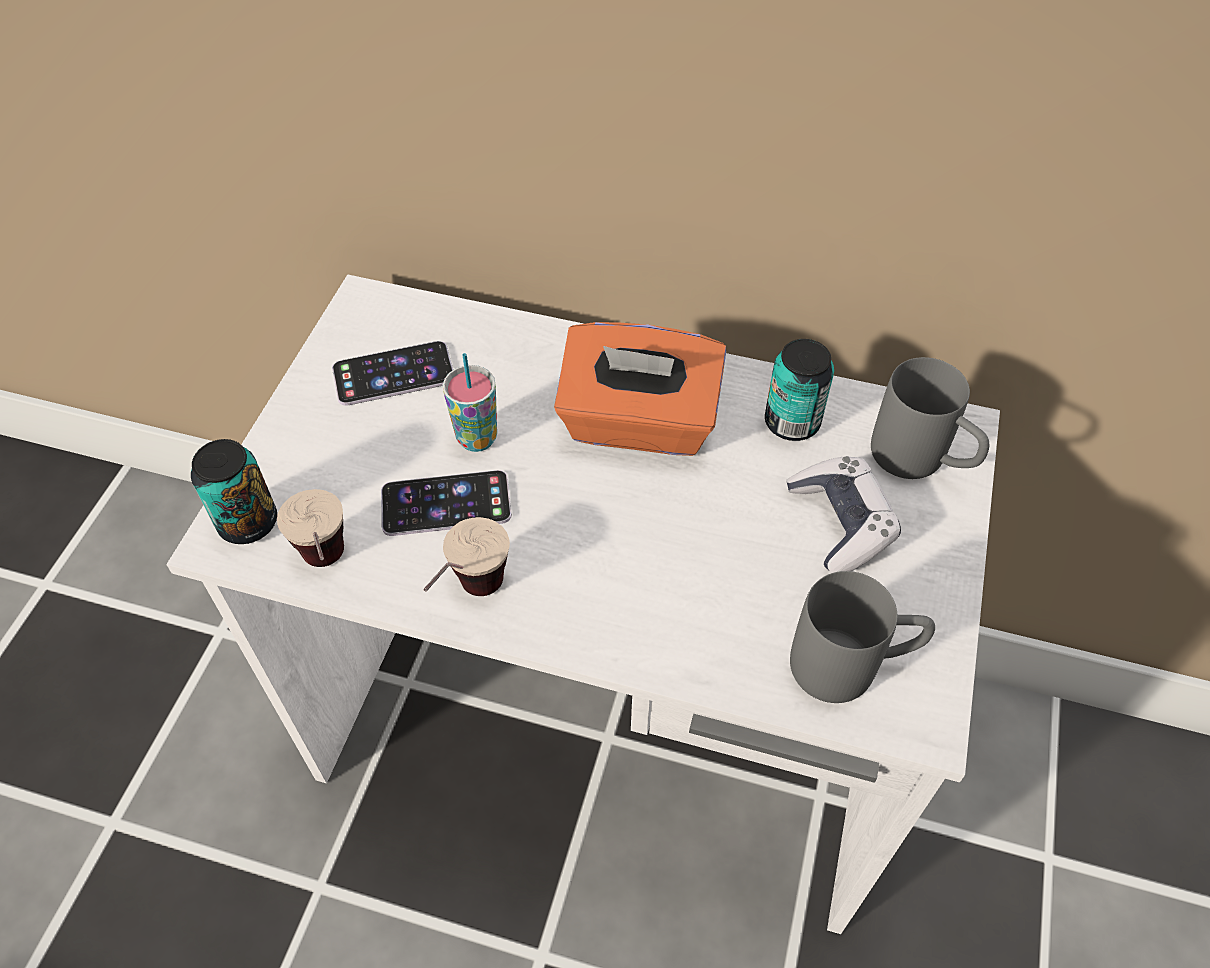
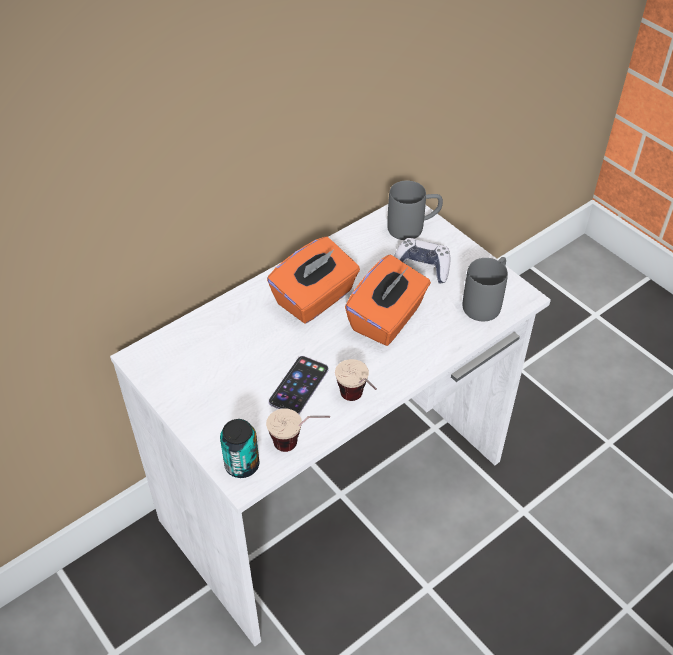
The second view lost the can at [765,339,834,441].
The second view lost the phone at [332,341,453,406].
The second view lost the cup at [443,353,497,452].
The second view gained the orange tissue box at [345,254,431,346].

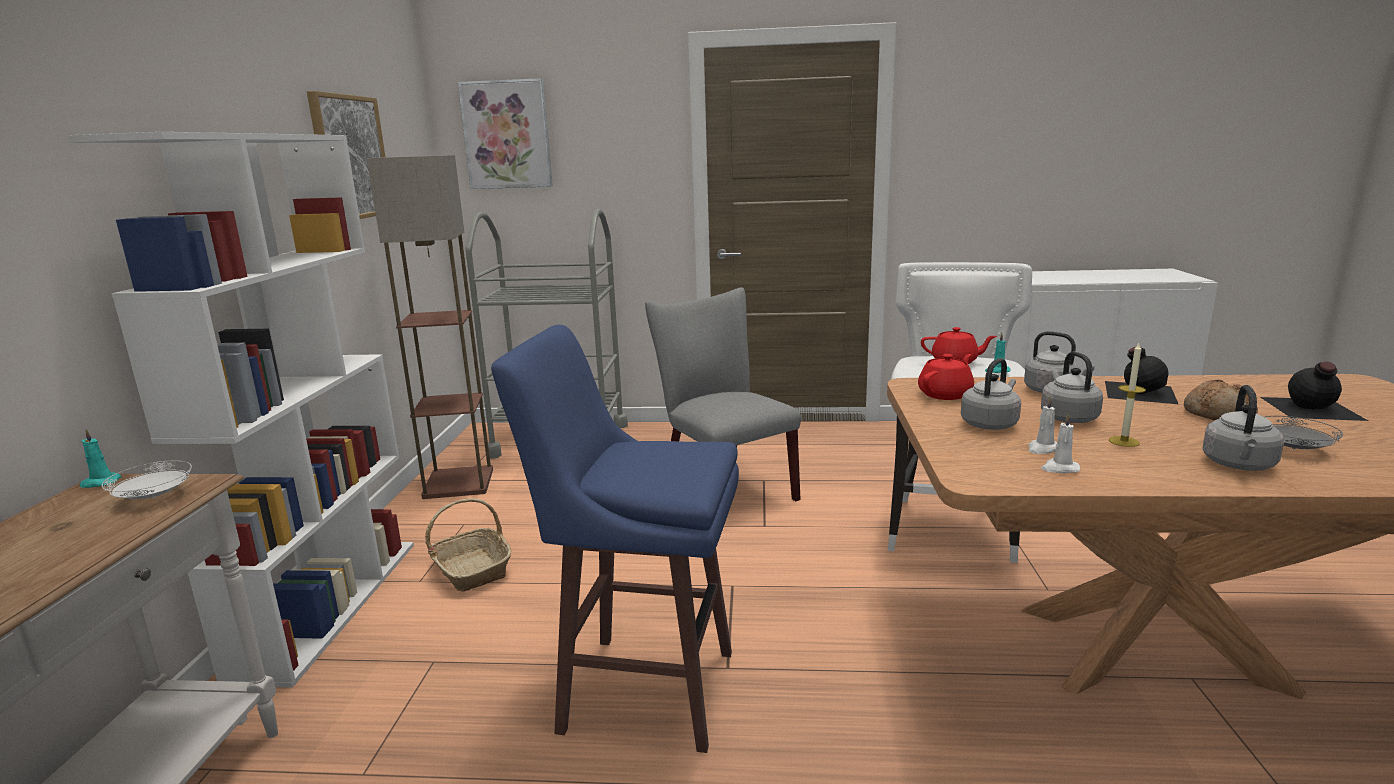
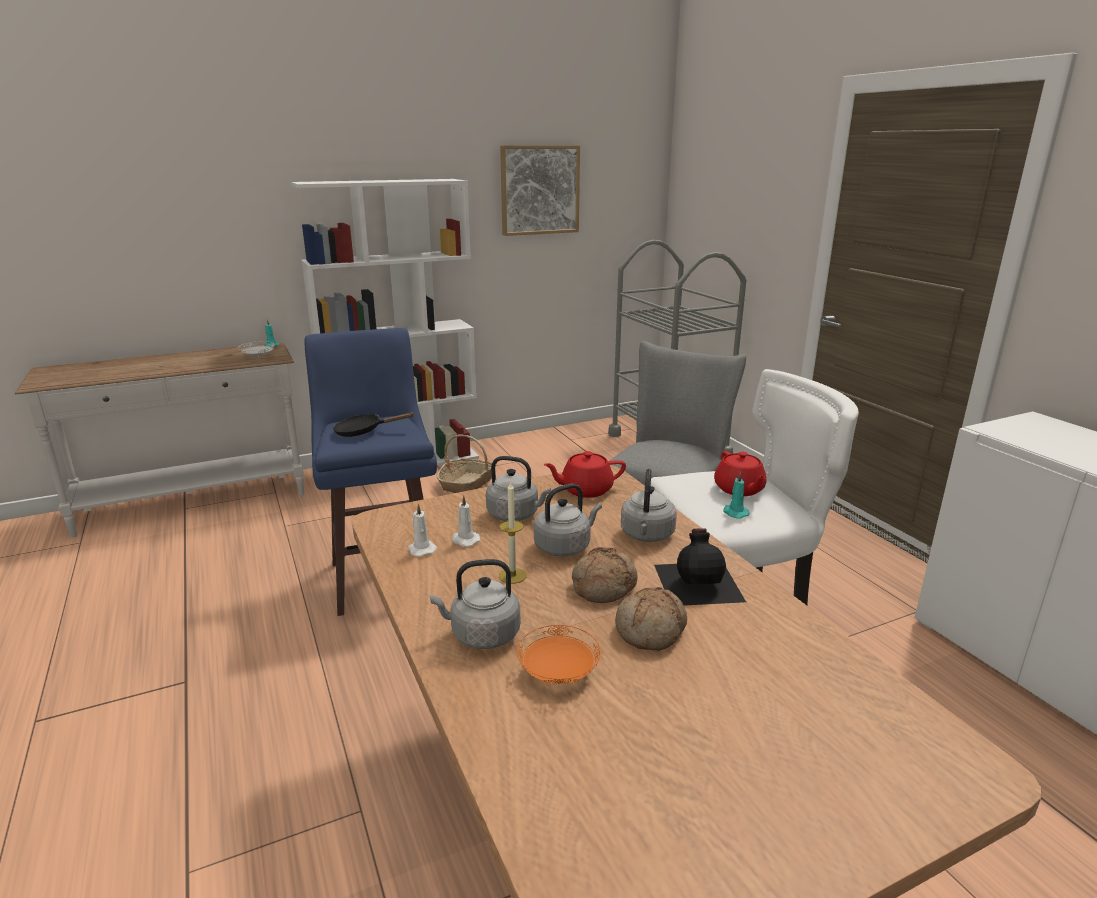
The second view lost the picture at [458,78,553,189].
The second view lost the floor lamp at [367,155,493,499].
The red teapot at [918,354,974,400] ended up facing another way, 150 degrees clockwise from before.
The second view lost the black bottle at [1260,362,1368,421].
What was the grey plate at [1265,416,1343,449] turned into the orange plate at [517,625,601,684].
The second view gained the black frying pan at [333,412,415,437].
The second view gained the bread at [572,547,638,603].

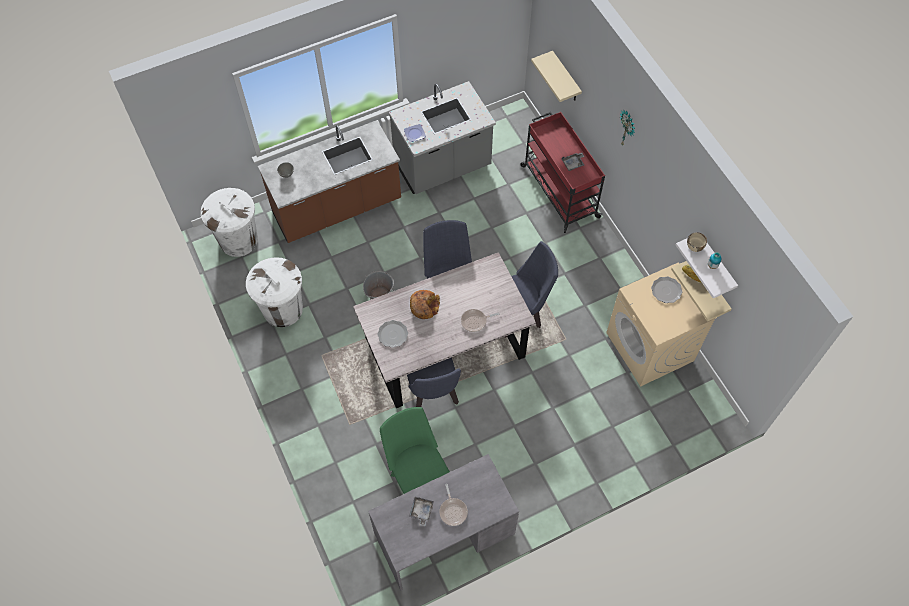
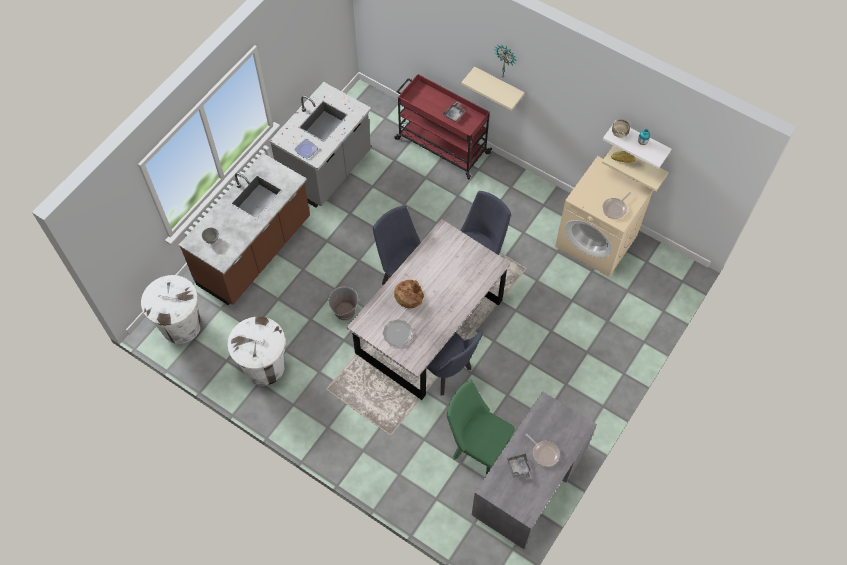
The beige shelf ended up elsewhere, having gone from [531,51,582,102] to [461,67,525,111].
The second view lost the plate at [651,276,682,303].
The frying pan ended up elsewhere, having gone from [461,309,500,332] to [602,192,631,219].

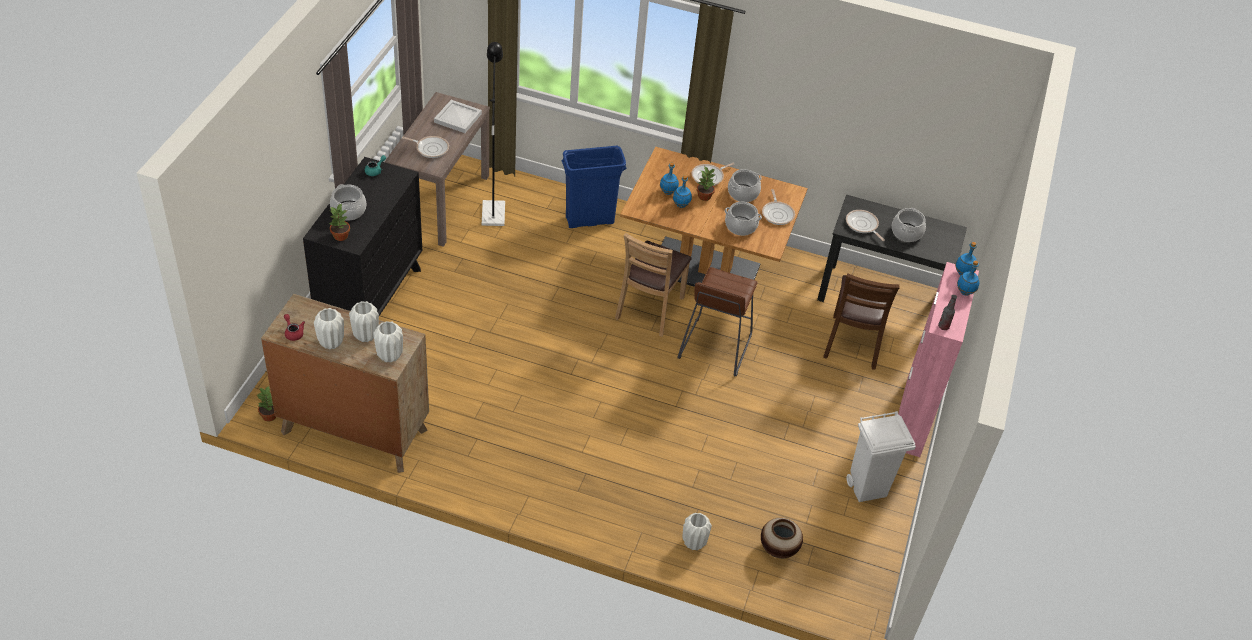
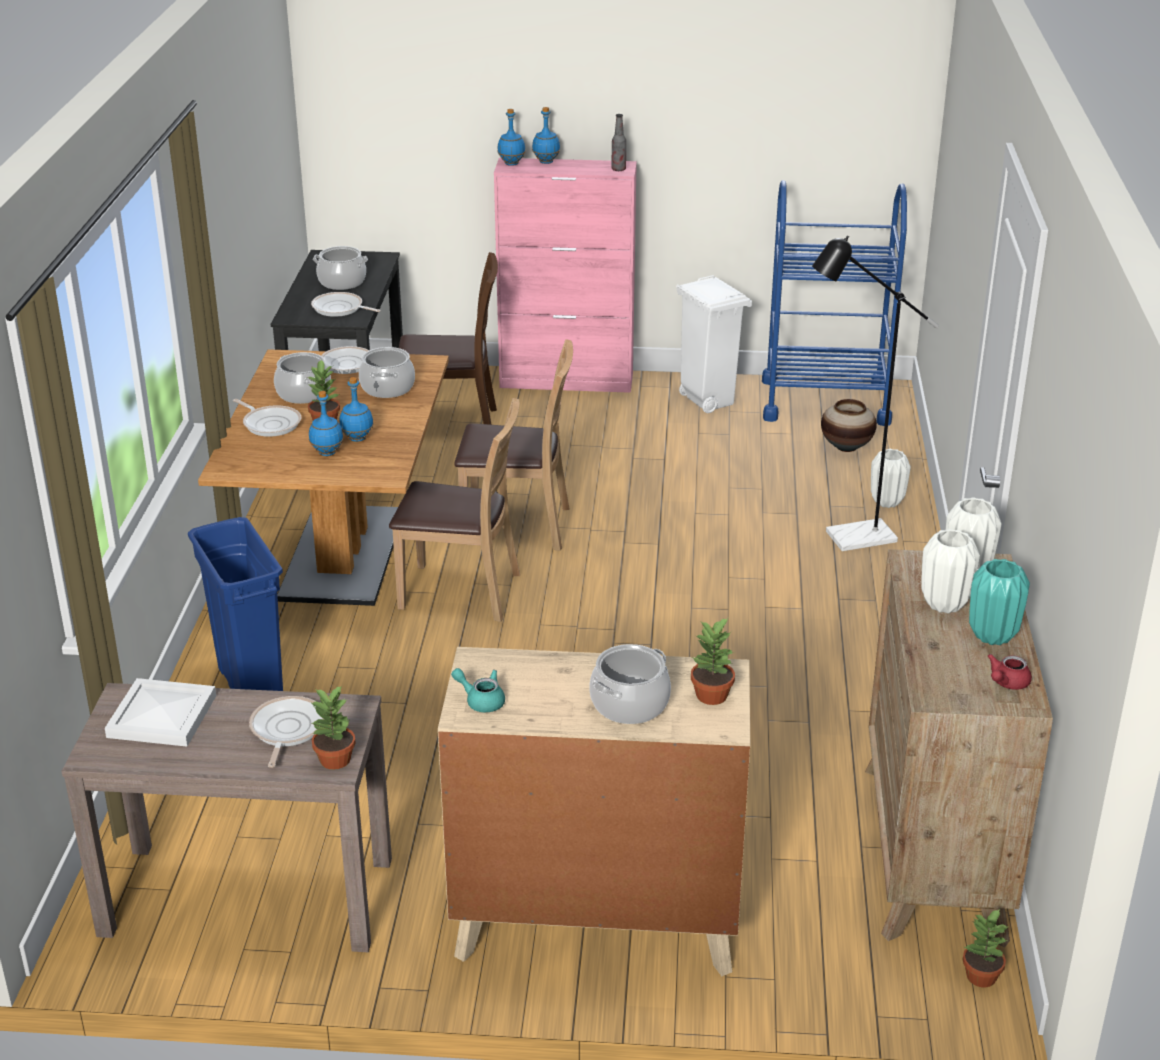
The black floor lamp ended up elsewhere, having gone from [482,42,505,226] to [812,236,939,551].
What was the black dresser at [303,157,422,316] turned into the beige dresser at [438,647,750,976].
The frying pan at [846,210,885,241] ended up facing another way, 75 degrees clockwise from before.
Where the brown stool stood at [677,267,758,376], the brown chair came to stand at [454,339,573,551].
What was the white vase at [314,308,344,349] turned into the turquoise vase at [969,559,1030,645].
The second view gained the blue cart at [762,180,907,426].
The second view gained the potted plant at [310,685,356,770].

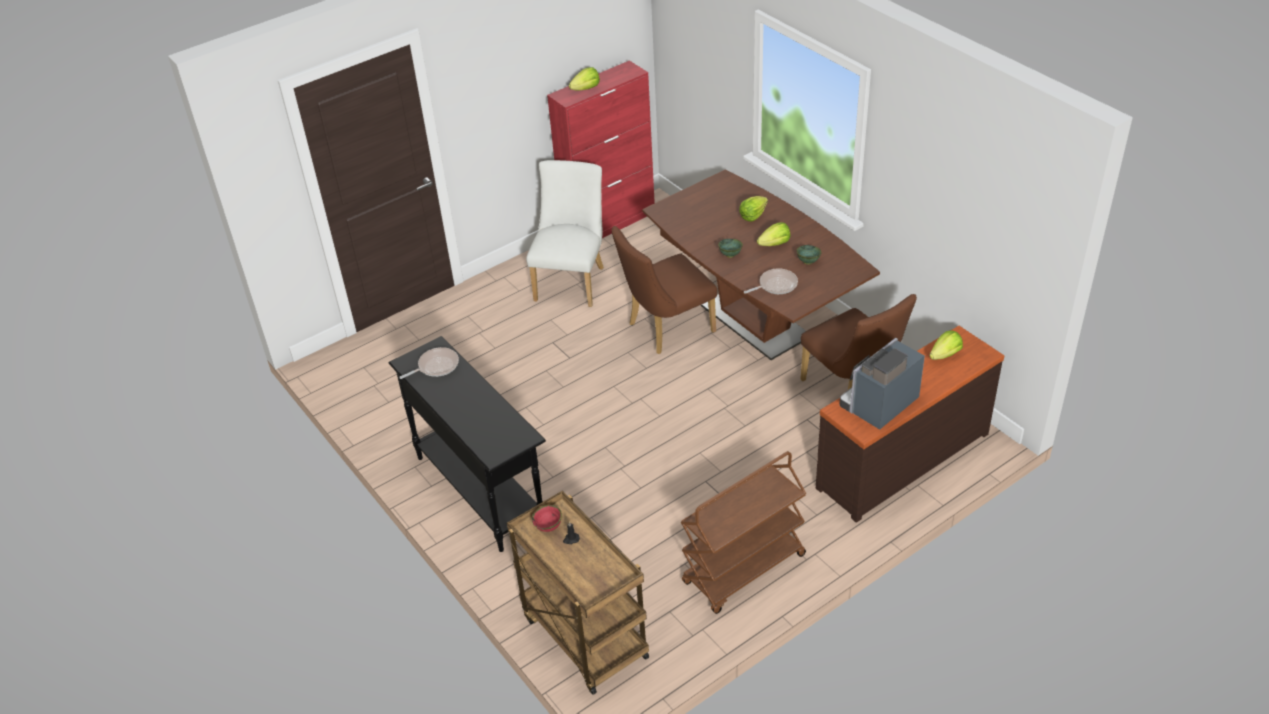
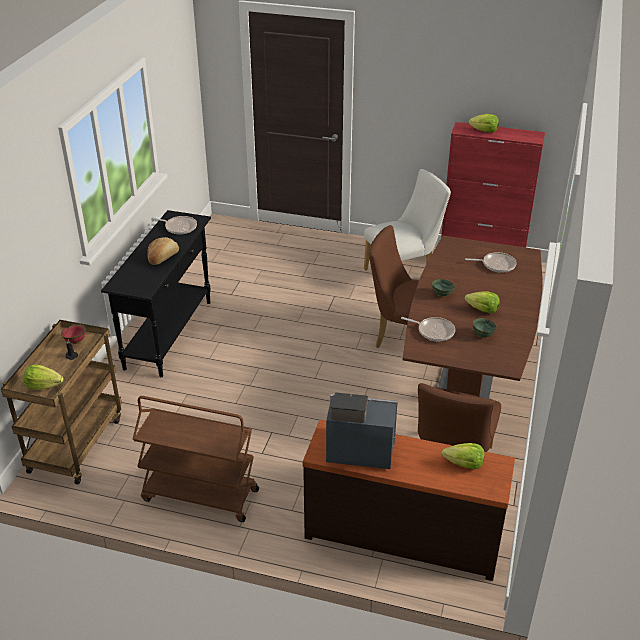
The lettuce ended up elsewhere, having gone from [739,196,768,222] to [23,364,64,390].
The second view gained the bread at [147,237,179,265].
The second view gained the frying pan at [465,252,517,273].

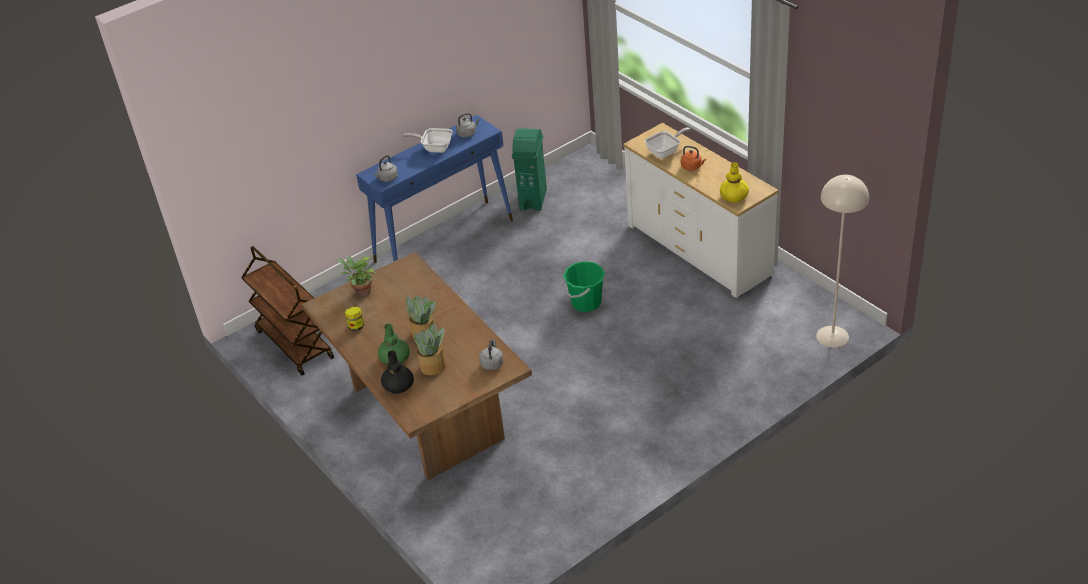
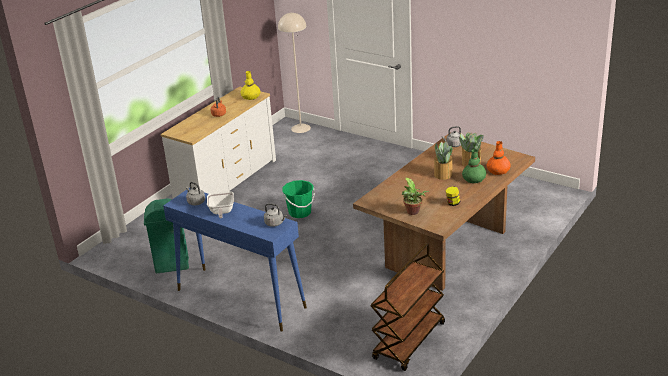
The second view lost the frying pan at [644,127,691,159].
What was the black vase at [381,351,414,394] turned into the orange vase at [486,141,511,175].

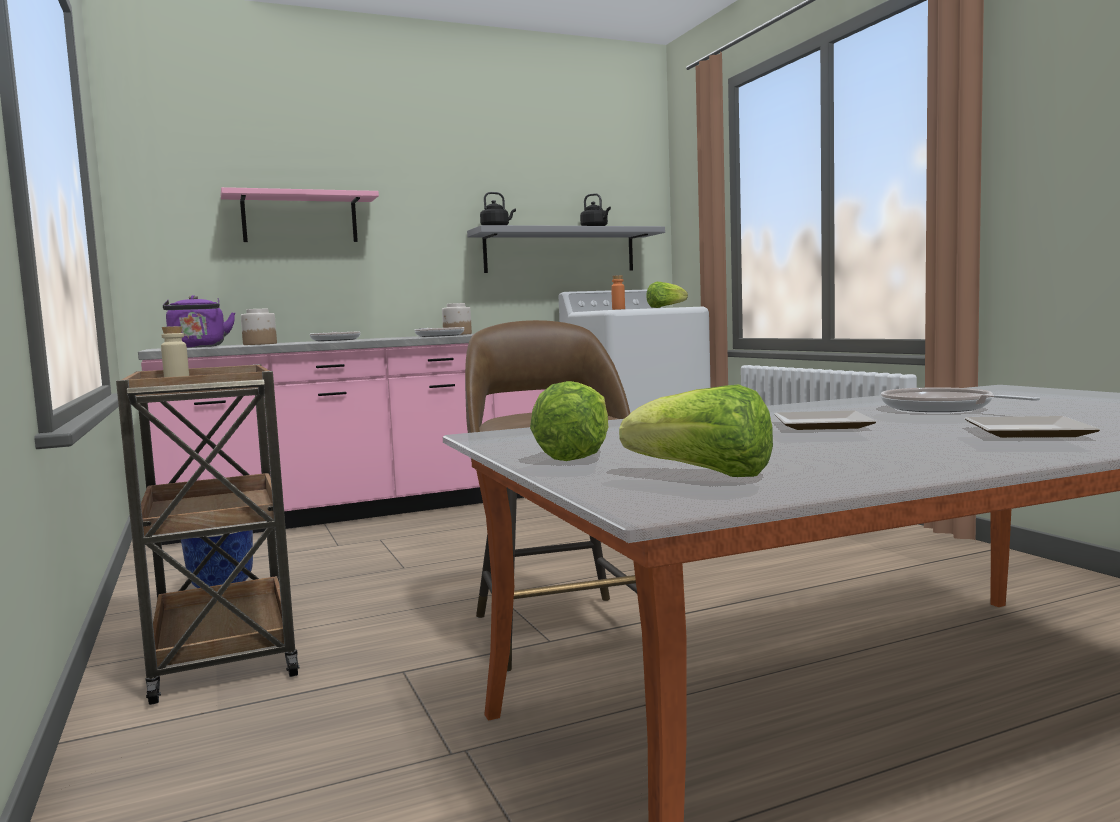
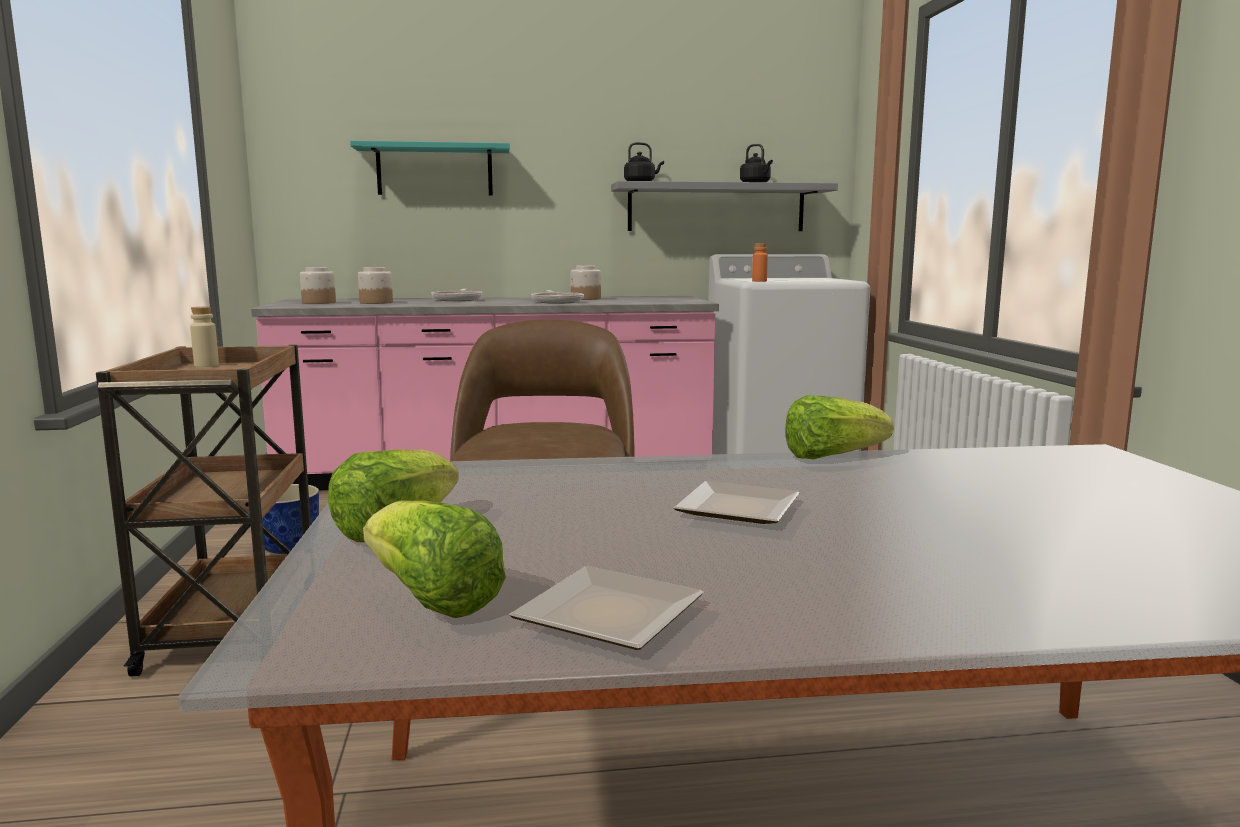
What was the pink shelf at [221,187,379,242] turned into the turquoise shelf at [350,140,510,196].
The lettuce ended up elsewhere, having gone from [646,282,688,308] to [785,395,894,459].
Where the purple kettle stood at [163,295,236,348], the jar came to stand at [300,267,336,304].
The second view lost the frying pan at [881,387,1040,412].
The plate ended up elsewhere, having gone from [964,416,1101,438] to [509,566,704,650].

